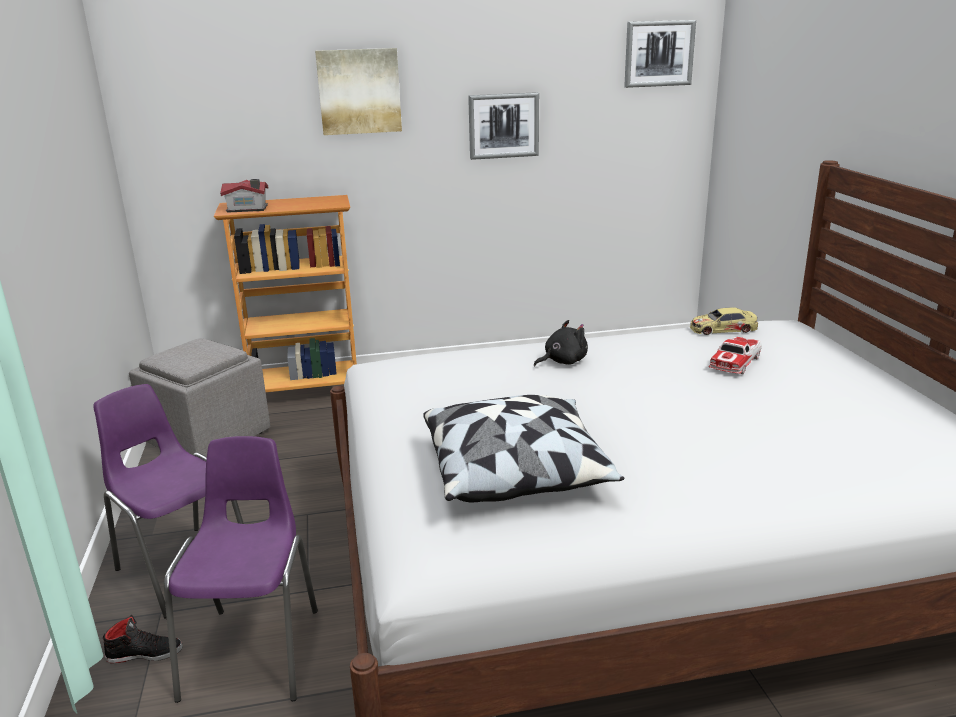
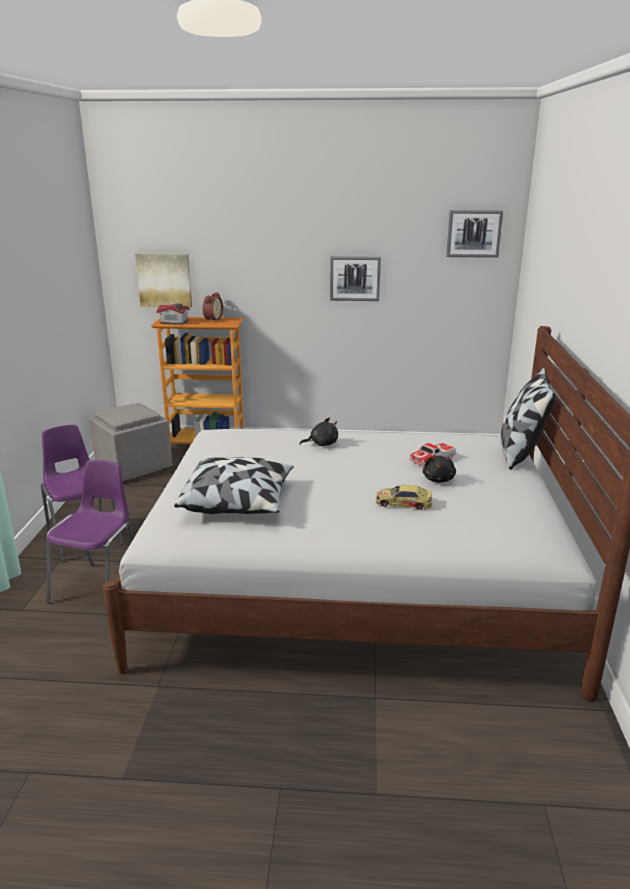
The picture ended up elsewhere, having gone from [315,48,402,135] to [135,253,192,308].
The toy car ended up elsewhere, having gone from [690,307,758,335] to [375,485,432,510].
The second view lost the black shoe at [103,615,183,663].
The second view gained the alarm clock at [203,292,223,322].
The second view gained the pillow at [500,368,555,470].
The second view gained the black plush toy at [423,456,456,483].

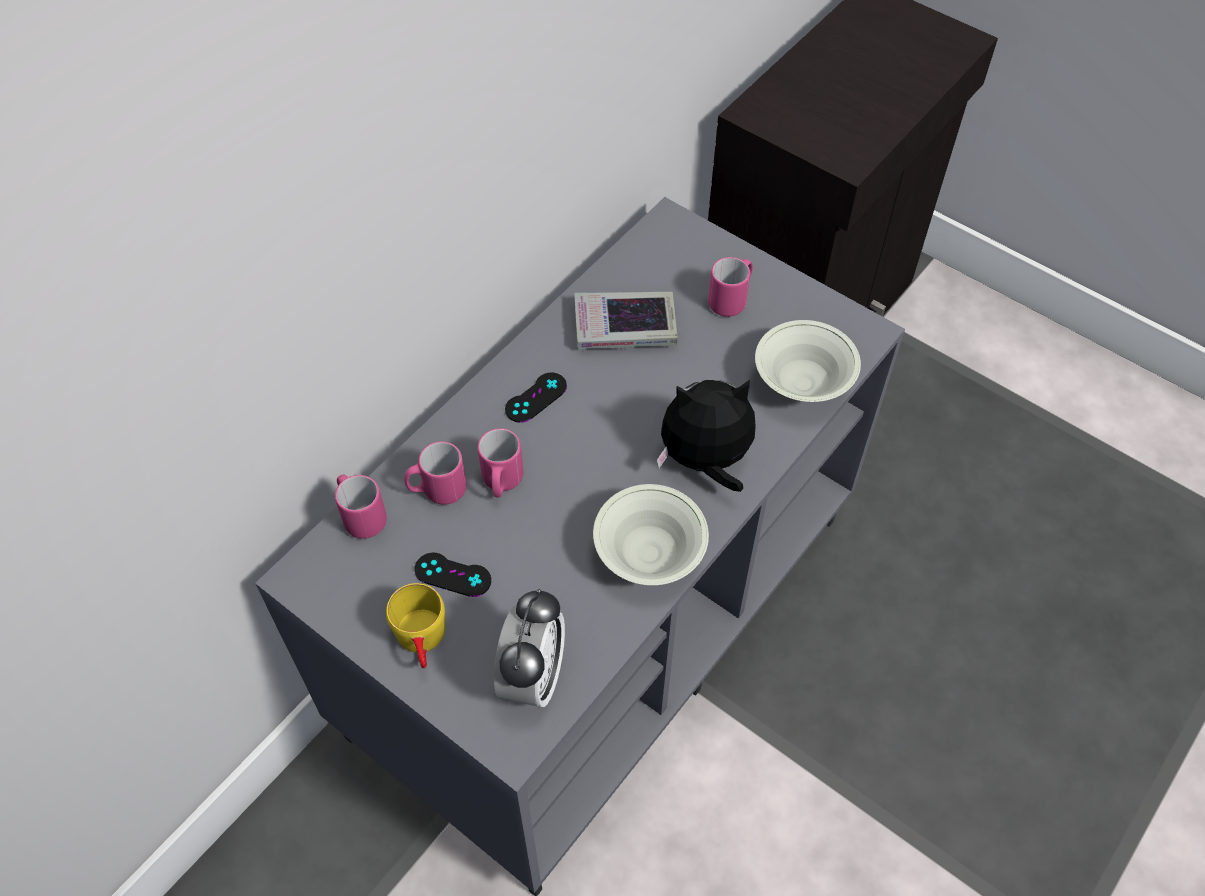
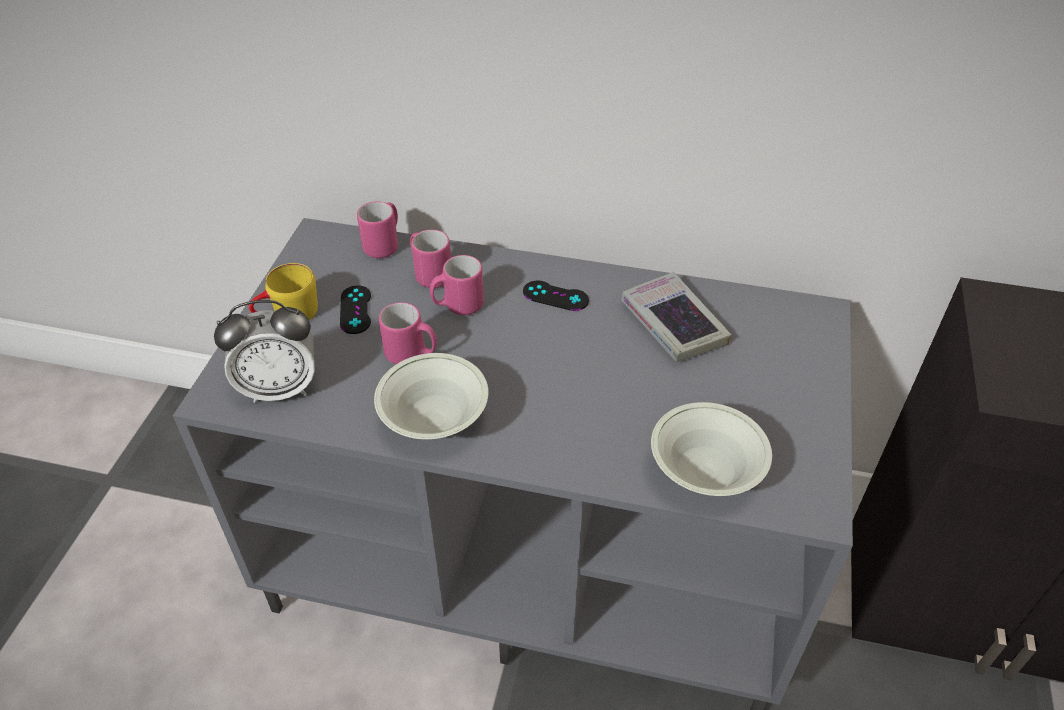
The pink mug ended up elsewhere, having gone from [708,257,753,317] to [379,302,437,364].
The second view lost the plush toy at [657,380,756,492].

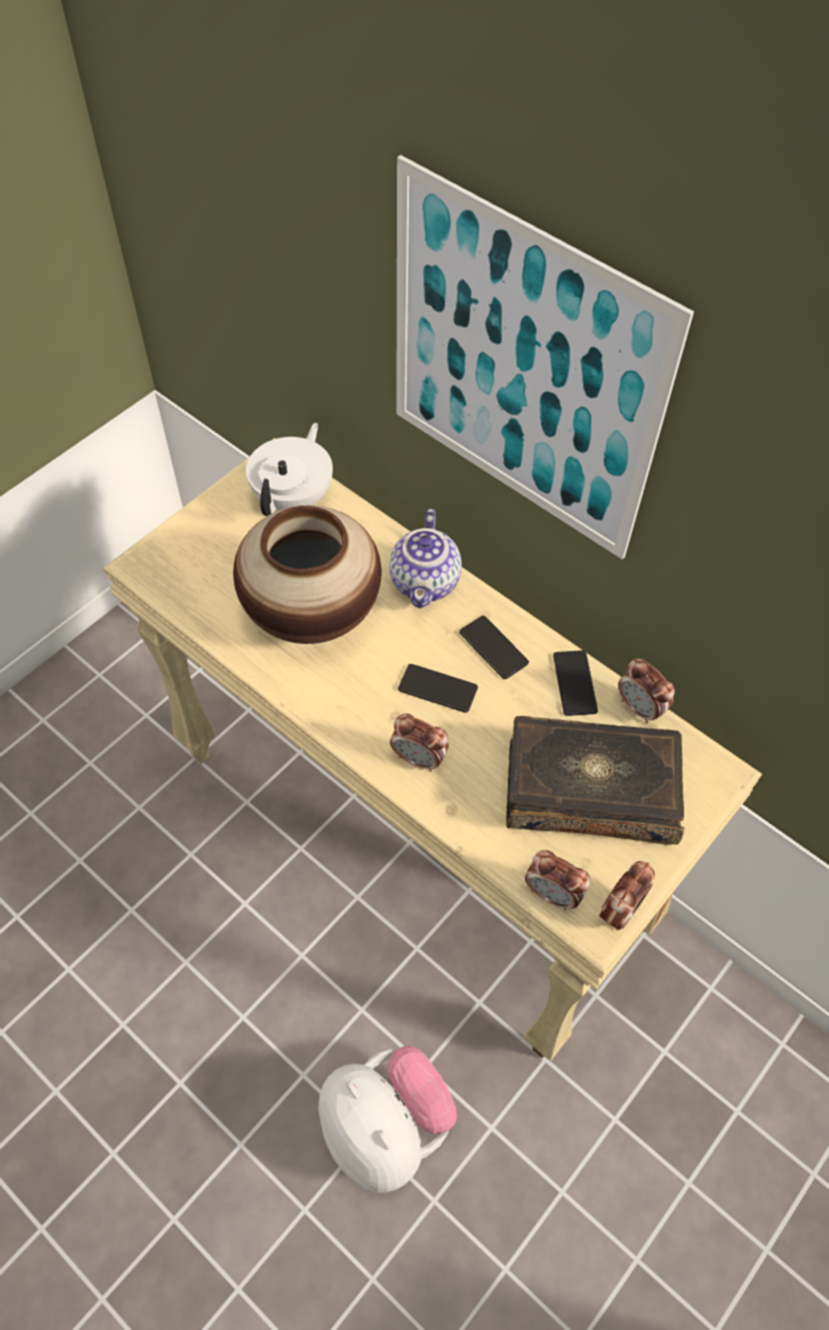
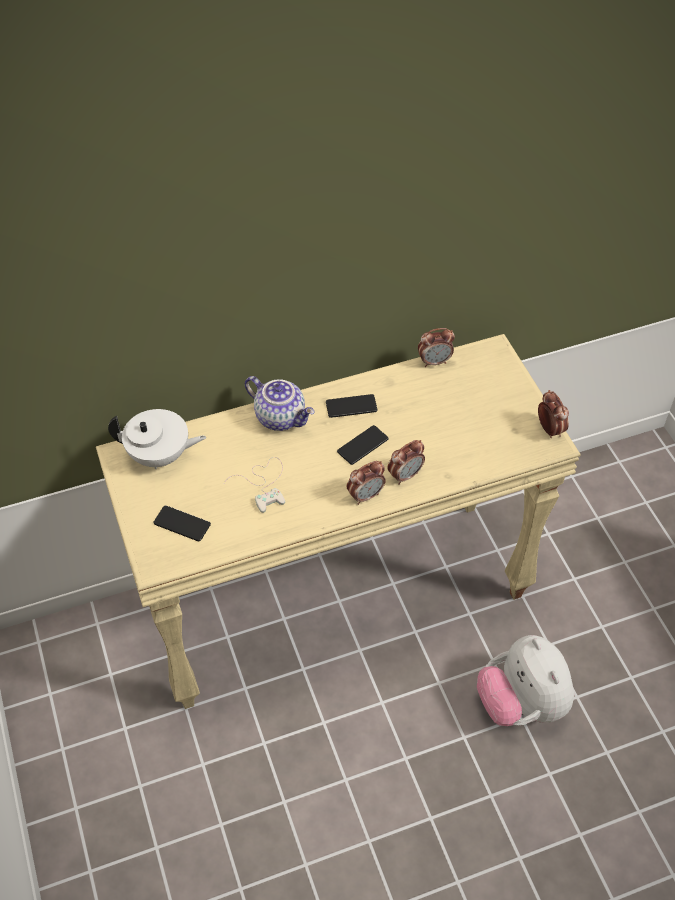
The second view lost the picture at [396,155,694,559].
The white teapot at [246,423,333,517] ended up facing another way, 135 degrees clockwise from before.
Where the vase stood at [233,505,381,644], the white game controller came to stand at [224,457,285,513].
The phone ended up elsewhere, having gone from [553,650,598,716] to [153,505,211,542].
The second view lost the book at [506,716,684,845].
The alarm clock ended up elsewhere, having gone from [525,850,590,910] to [347,461,386,505].
The plush toy at [318,1046,457,1192] ended up facing another way, 105 degrees counterclockwise from before.

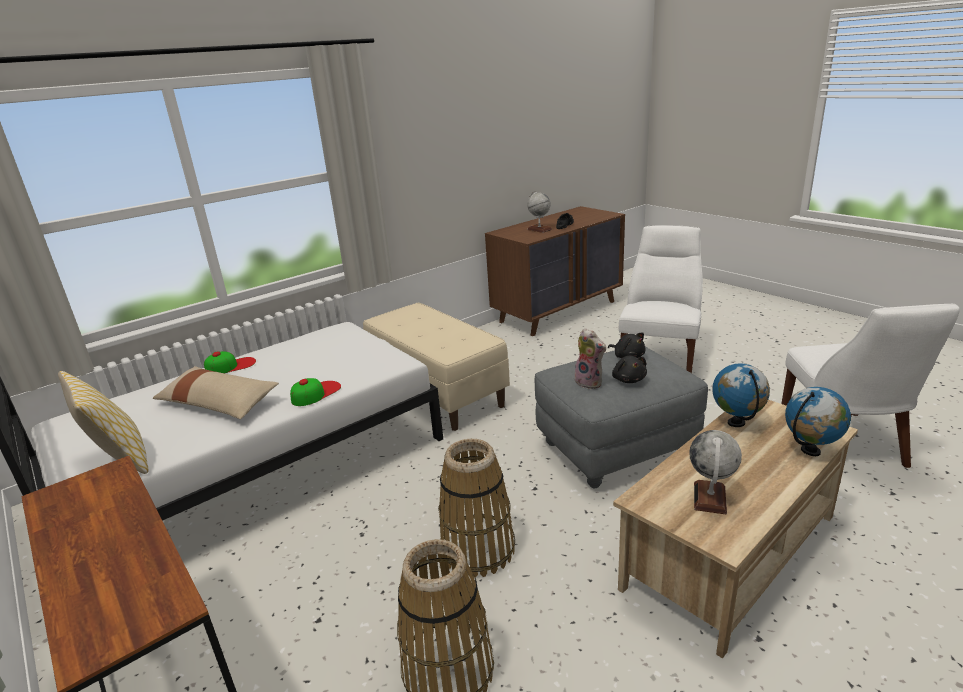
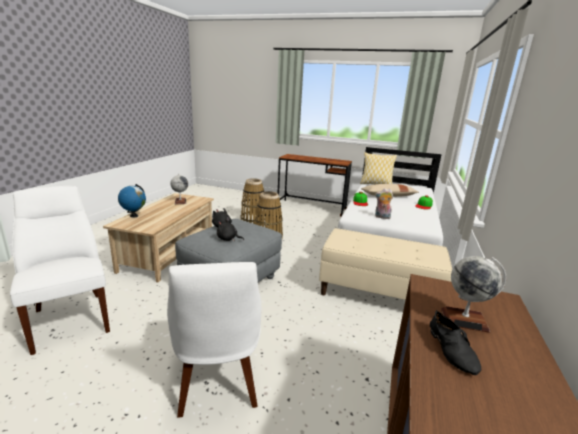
The plush toy ended up elsewhere, having gone from [574,328,606,389] to [375,188,393,219].
The second view lost the globe at [712,364,770,427].

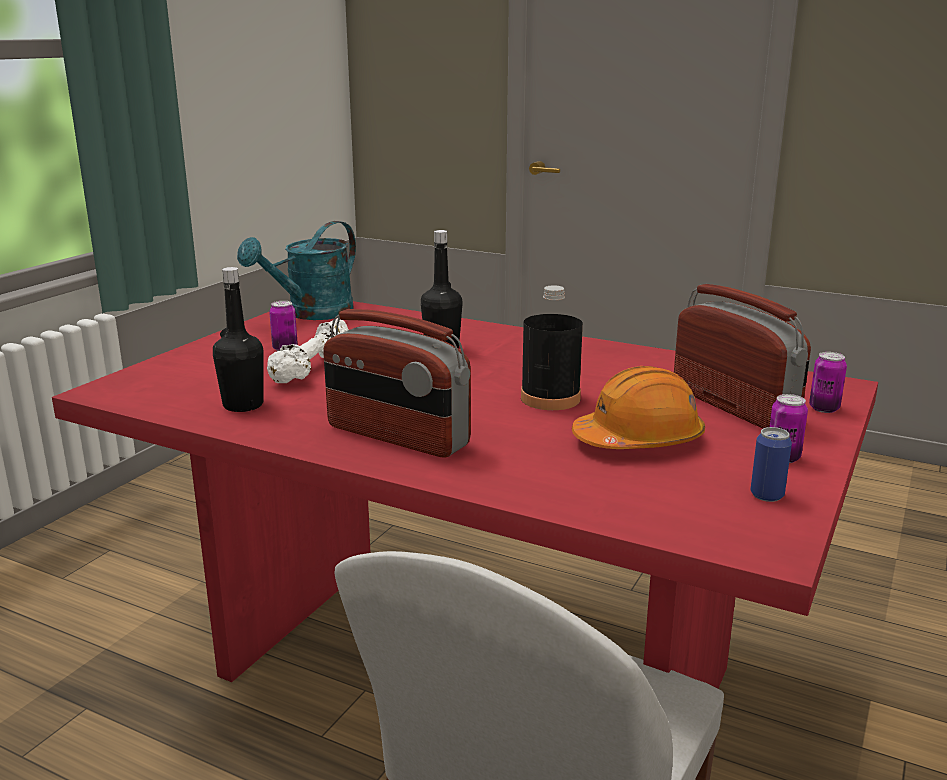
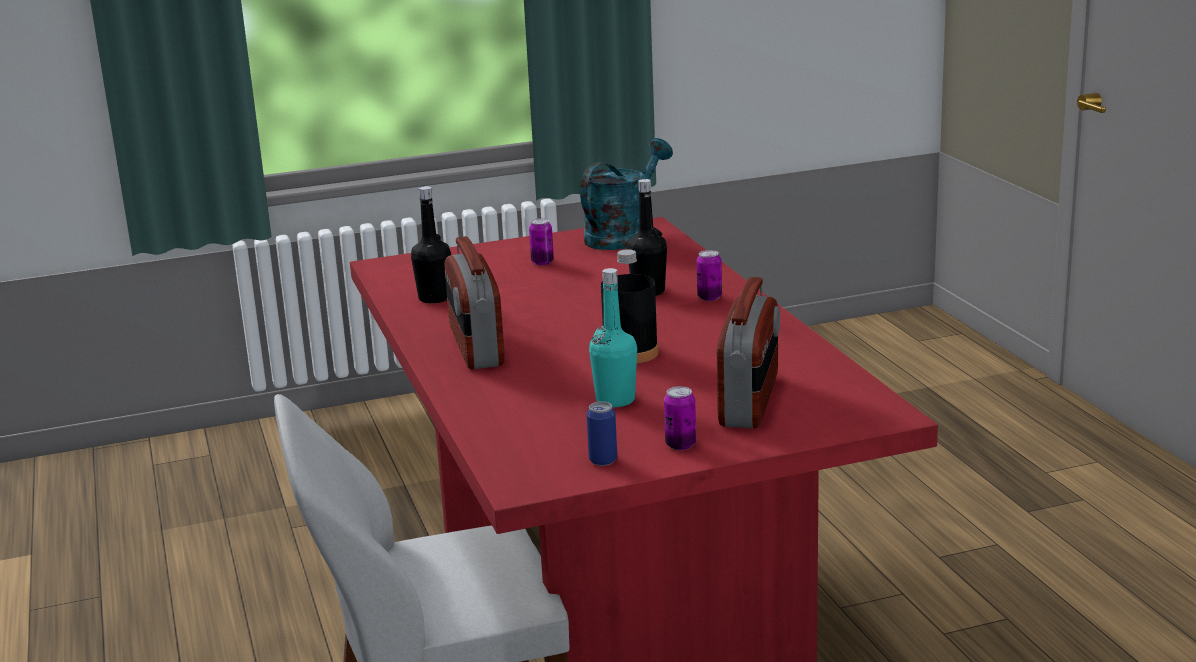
The turquoise watering can at [237,221,356,320] ended up facing another way, 135 degrees clockwise from before.
The second view lost the white dumbbell at [267,318,349,383].
The can ended up elsewhere, having gone from [809,352,847,413] to [697,250,722,301].
Where the orange hard hat stood at [572,366,705,449], the turquoise bottle came to stand at [589,268,637,407].

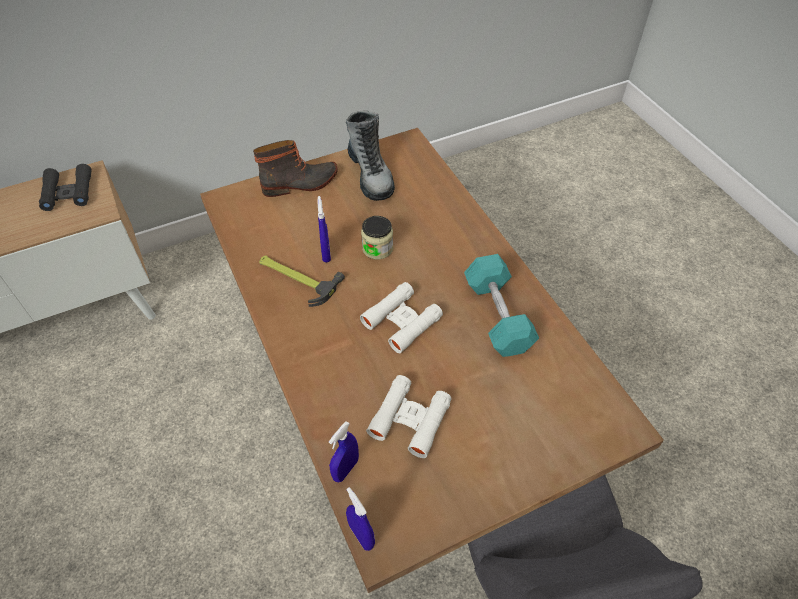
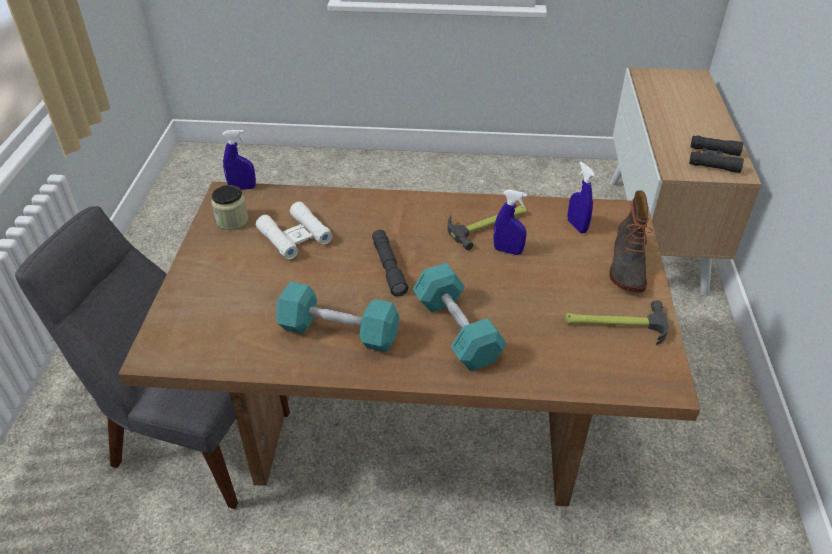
Where the boot stood at [346,110,395,201], the hammer came to stand at [565,300,669,345].
The jar ended up elsewhere, having gone from [361,216,393,259] to [211,185,248,230].
Where the white binoculars stood at [360,282,443,353], the grey flashlight came to stand at [372,230,408,296].
The blue spray bottle ended up elsewhere, having gone from [329,421,359,482] to [568,162,595,234].
The second view gained the turquoise dumbbell at [413,263,507,371].

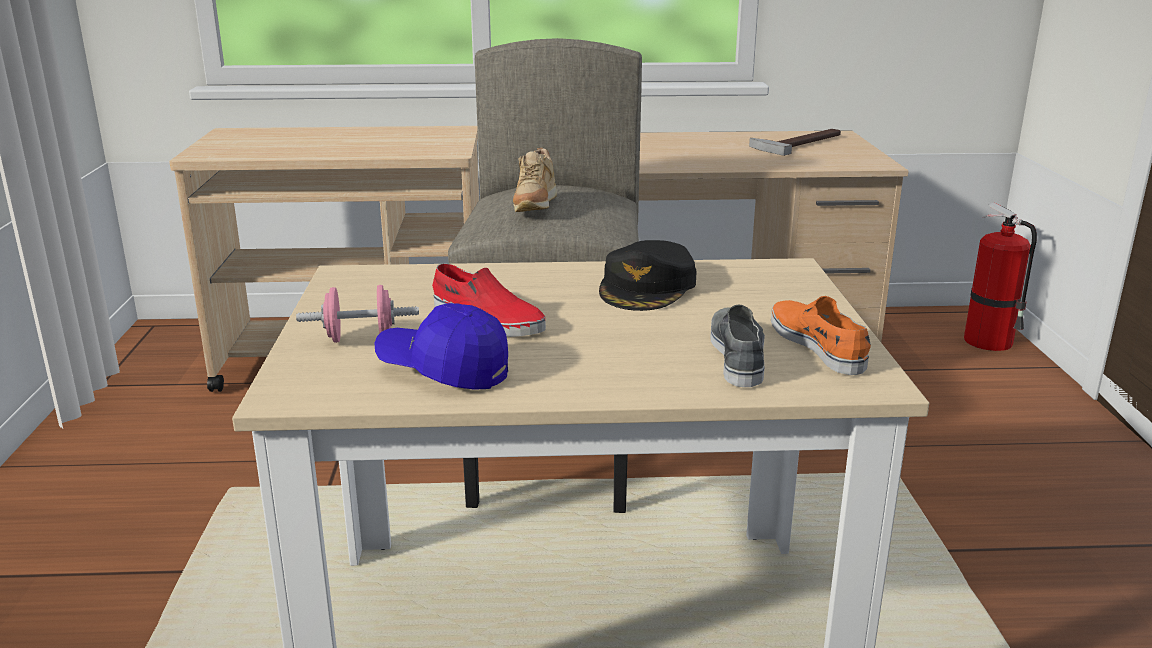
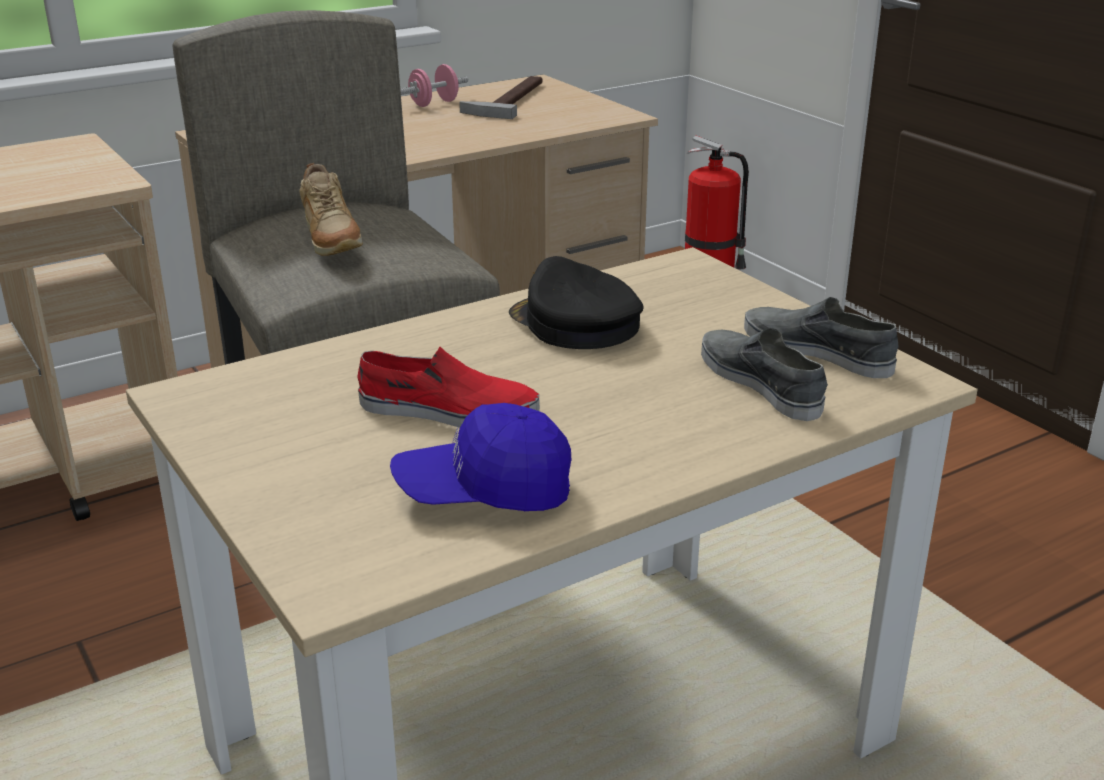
The black cap at [599,240,697,311] ended up facing another way, 150 degrees clockwise from before.
The pink dumbbell ended up elsewhere, having gone from [296,285,419,343] to [400,64,468,107].
What was the orange shoe at [771,296,871,375] turned into the grey shoe at [744,297,899,378].

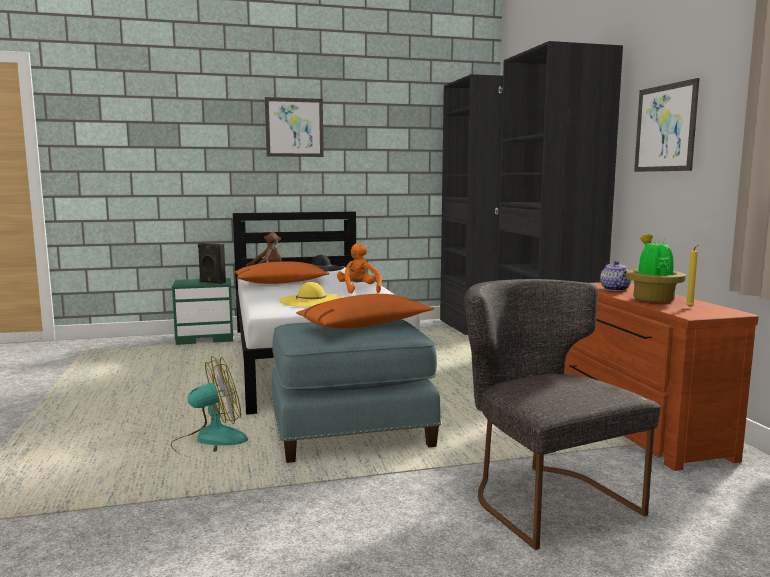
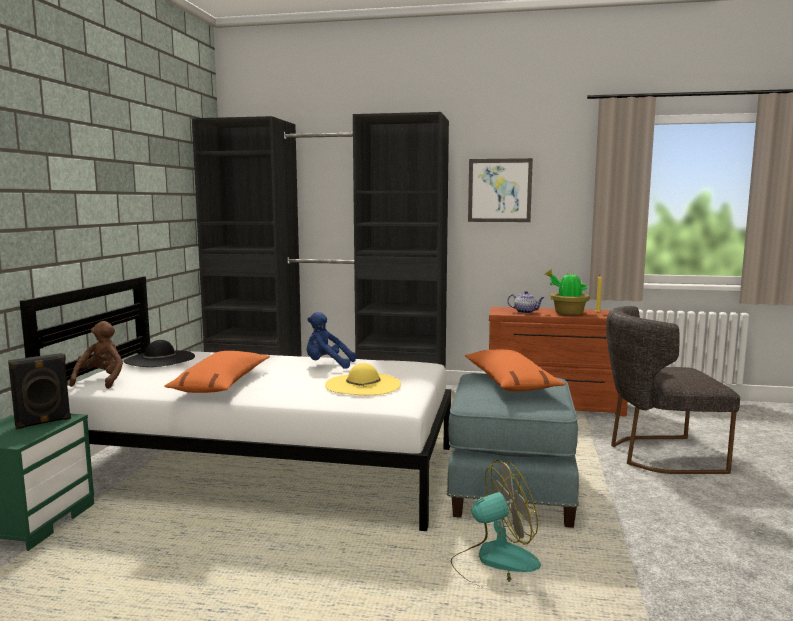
The second view lost the picture at [265,97,324,157].
What was the orange plush toy at [337,243,382,293] turned into the blue plush toy at [307,312,356,369].
The fan at [171,356,248,457] ended up facing another way, 75 degrees clockwise from before.

